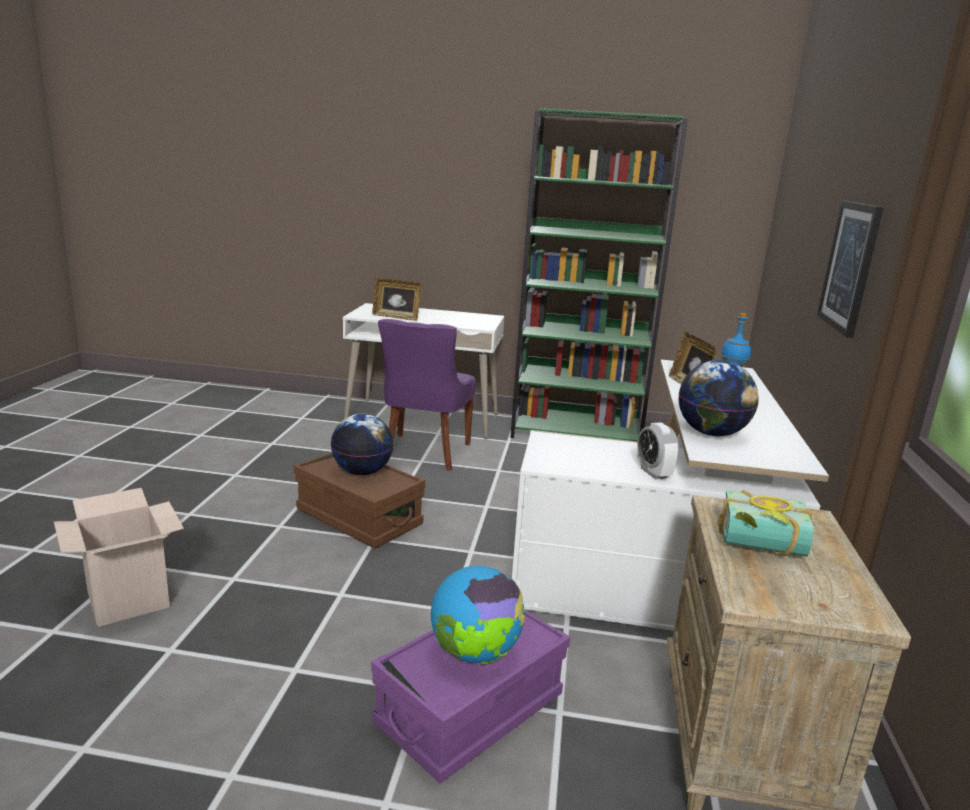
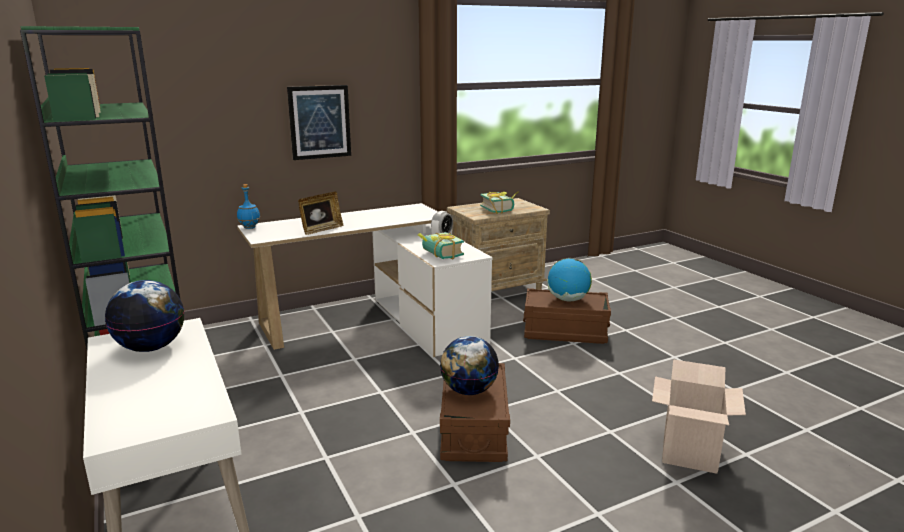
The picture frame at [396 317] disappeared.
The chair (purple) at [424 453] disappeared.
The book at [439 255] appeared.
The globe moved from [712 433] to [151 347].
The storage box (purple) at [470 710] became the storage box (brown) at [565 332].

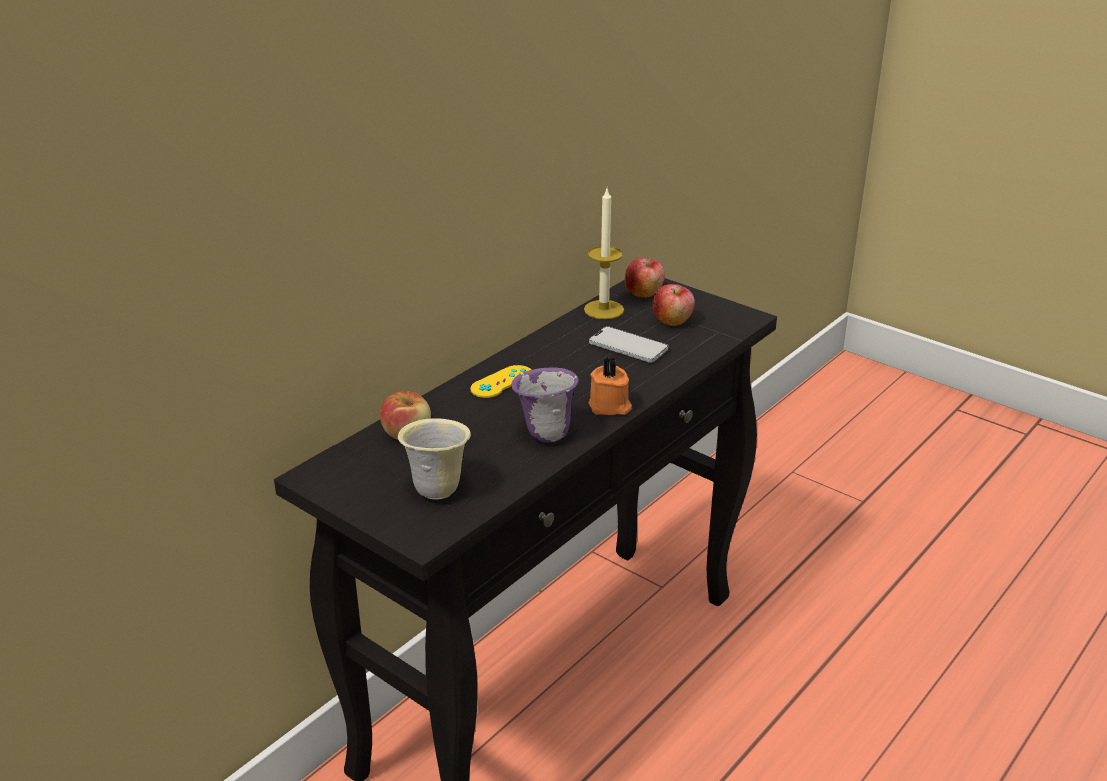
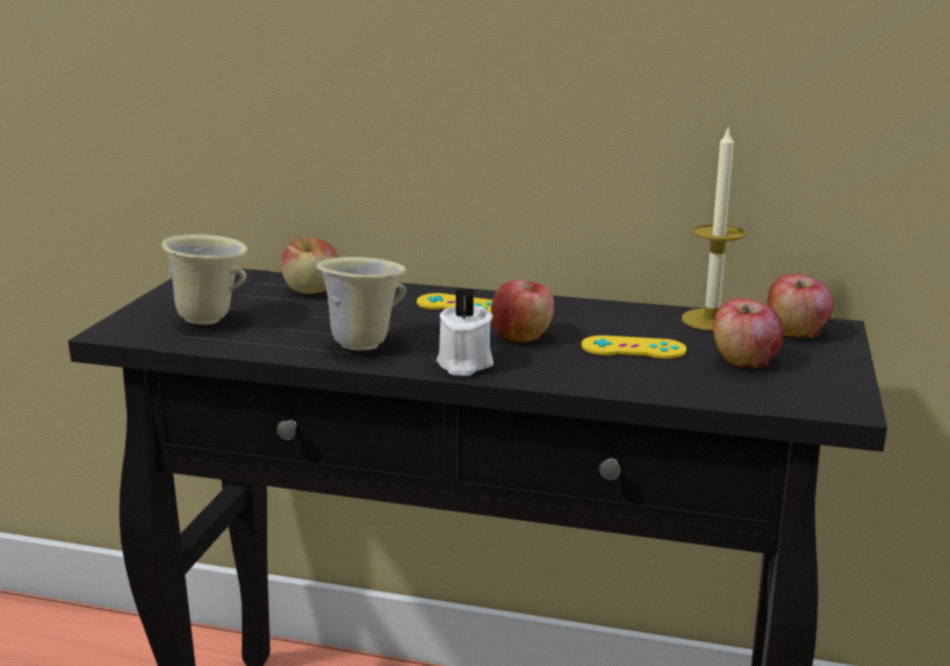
The apple at [522 336] appeared.
The phone at [628 346] was replaced by the game controller (yellow) at [633 348].
The mug (purple) at [544 434] became the mug (beige) at [364 344].
The candle (orange) at [610 407] became the candle (white) at [463 364].

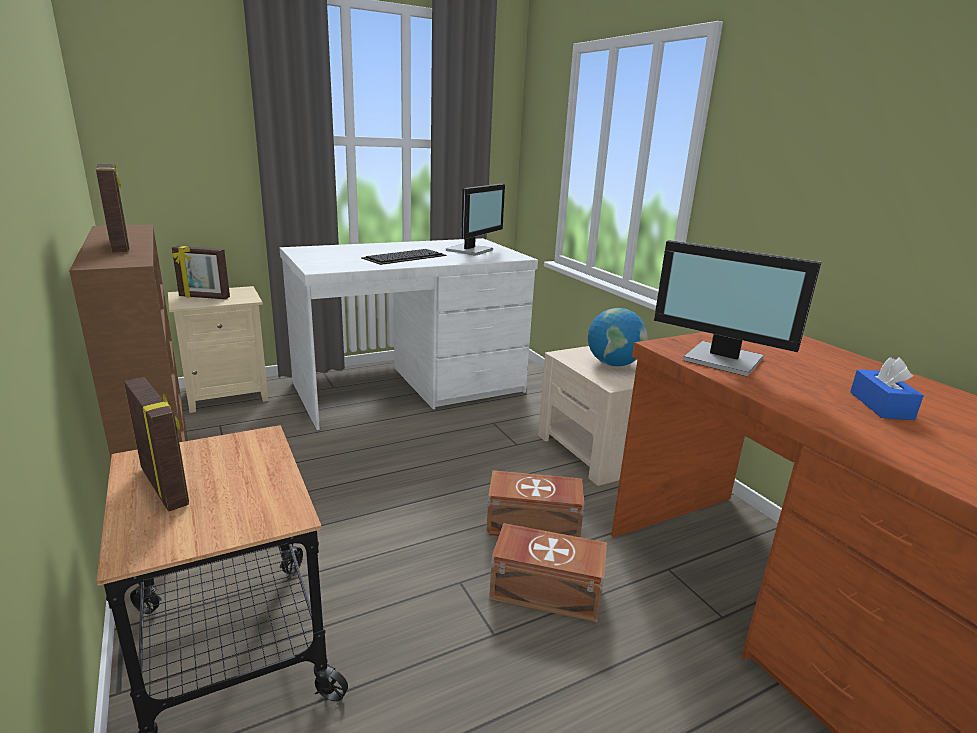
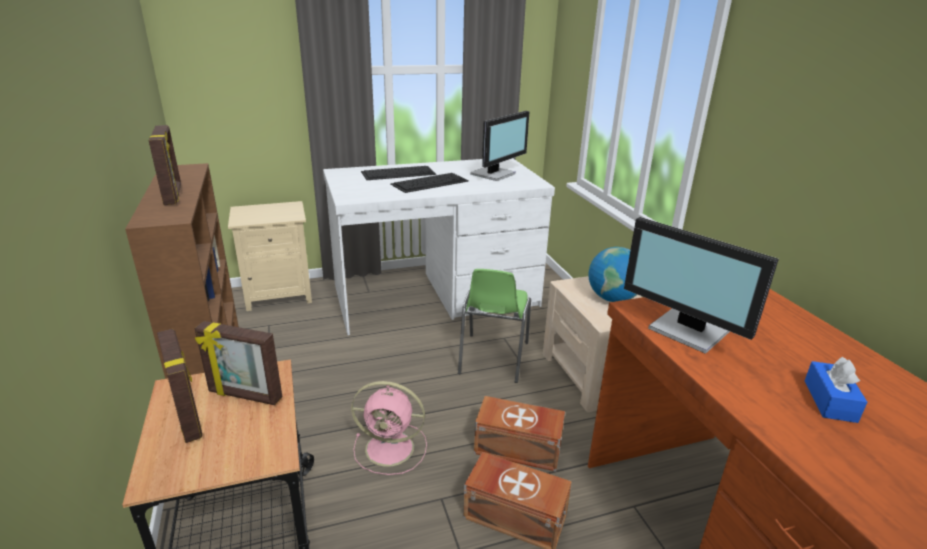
The fan (pink) at [392 448] appeared.
The keyboard at [399 173] appeared.
The chair (green) at [492 358] appeared.
The picture frame moved from [204 297] to [244 396].

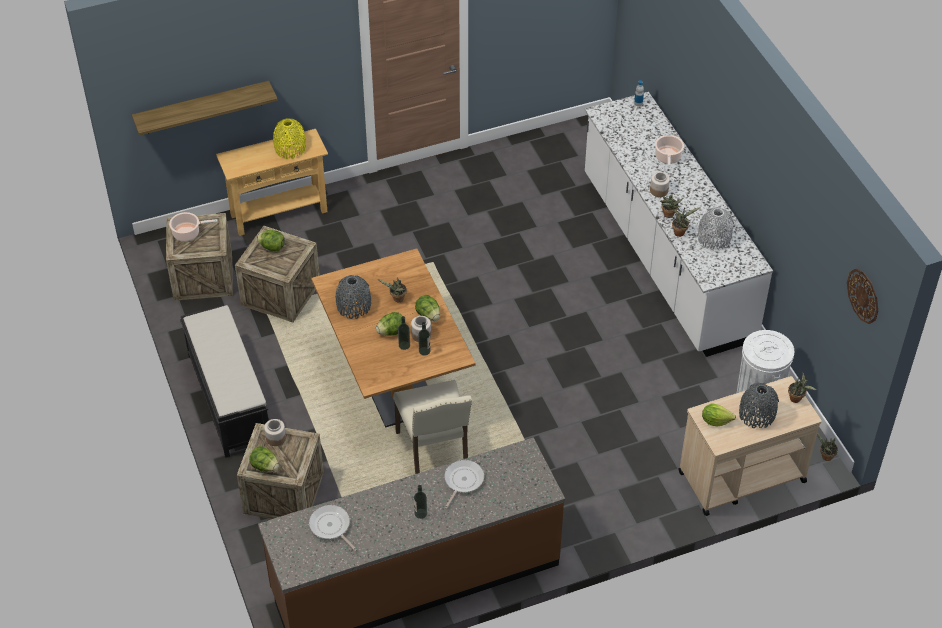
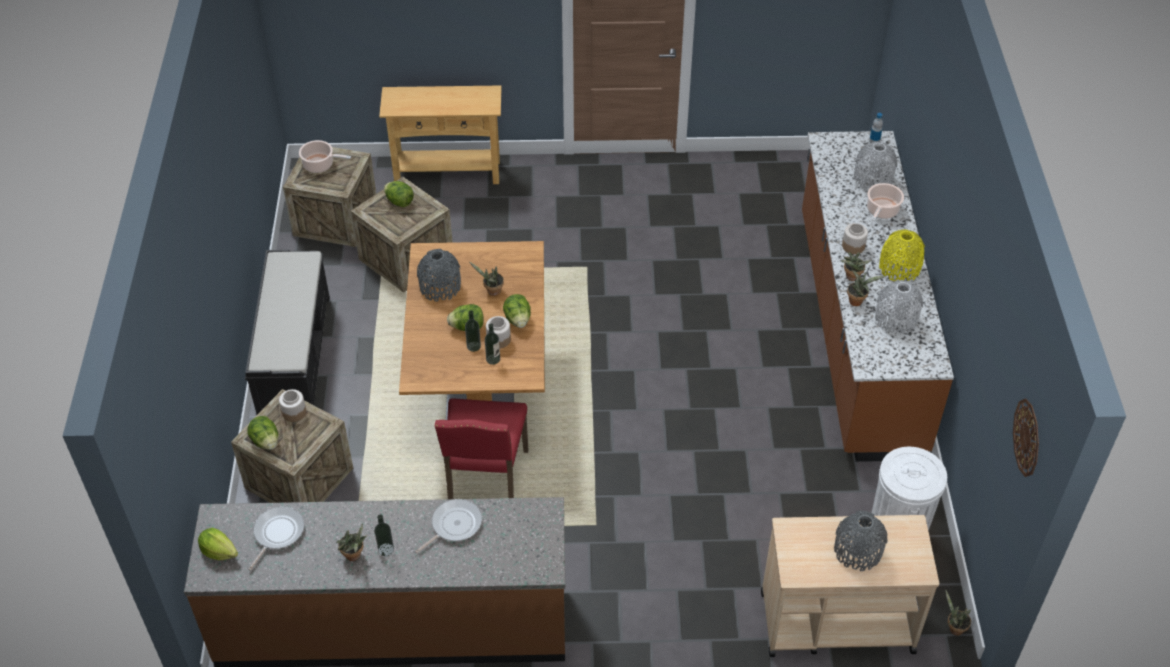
The shelf at [202 108] disappeared.
The vase (grey) at [873 179] appeared.
The vase (yellow) moved from [290 148] to [899 268].
The lettuce moved from [715 421] to [219 551].
The potted plant moved from [797 399] to [354 556].
The chair (beige) at [435 453] became the chair (red) at [485 483].
The counter (white) at [665 257] became the counter (brown) at [857 331].
The frying pan at [331 527] turned 45 degrees clockwise.

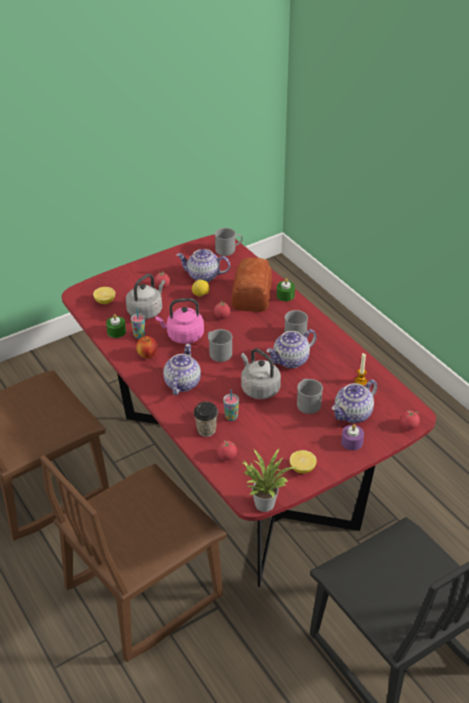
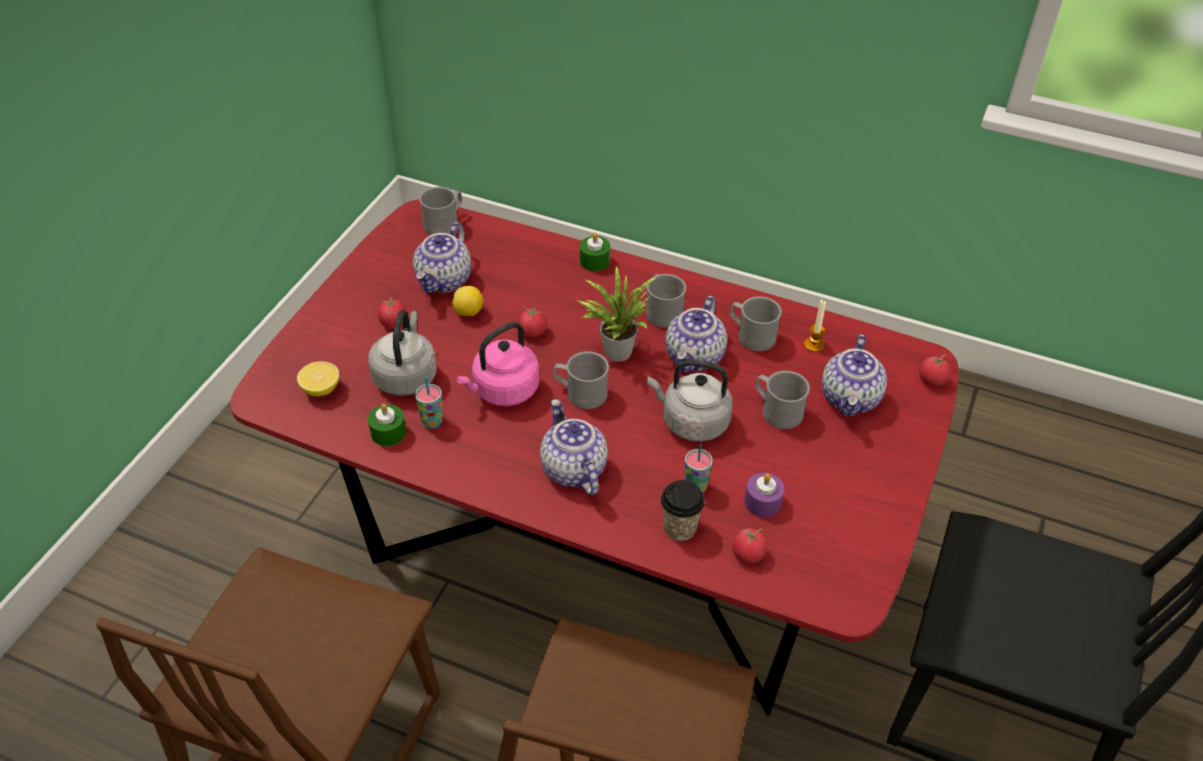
The apple at [147 355] disappeared.
The bread at [253 294] disappeared.
The lemon at [302 468] disappeared.
The mug (grey) at [751 335] appeared.
The potted plant moved from [264 502] to [615 349].
The candle (purple) moved from [352 442] to [762 502].
The teapot at [203 276] turned 45 degrees counterclockwise.

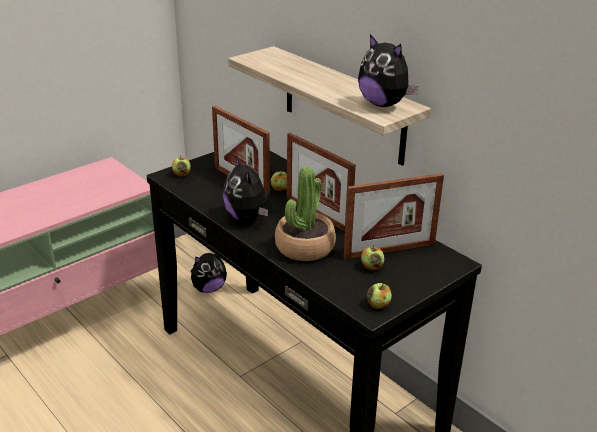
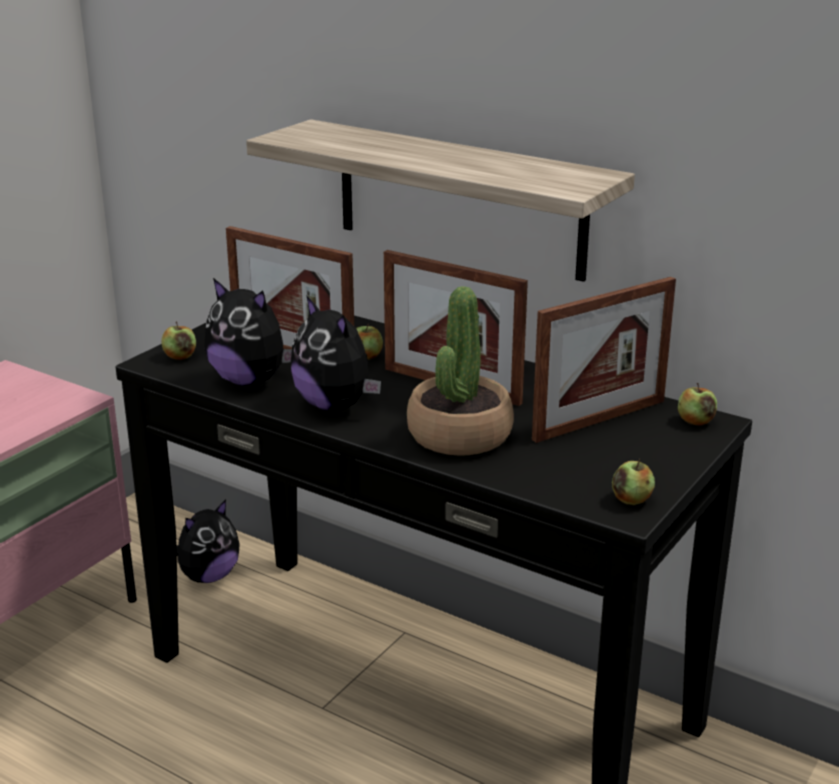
The plush toy moved from [383 104] to [250 380].
The apple moved from [372 267] to [695 421].

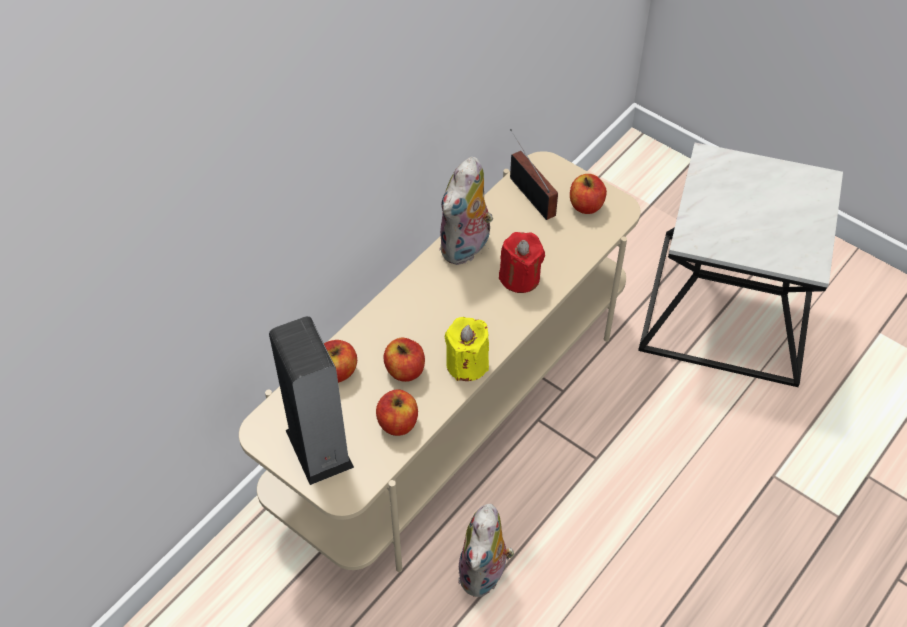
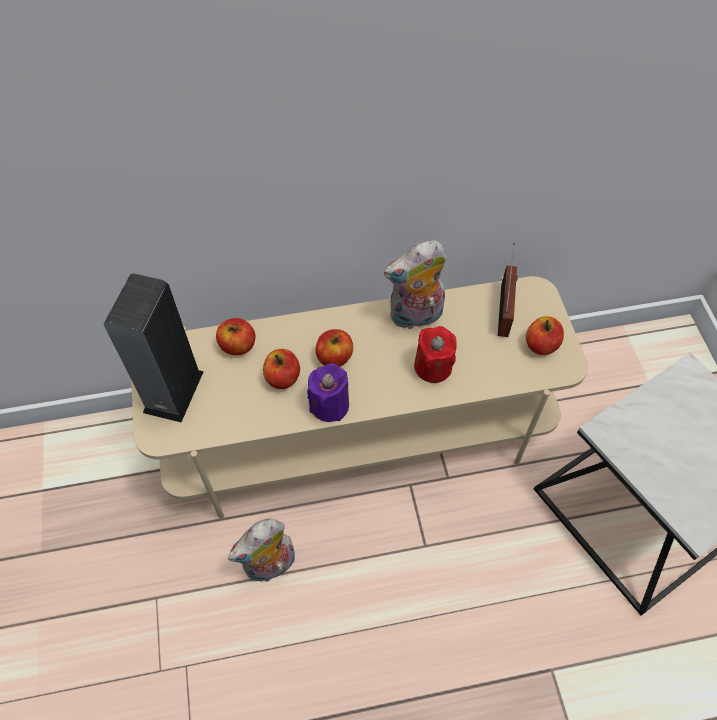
The apple moved from [397 423] to [334 357].
The candle (yellow) at [467 364] became the candle (purple) at [329 405].

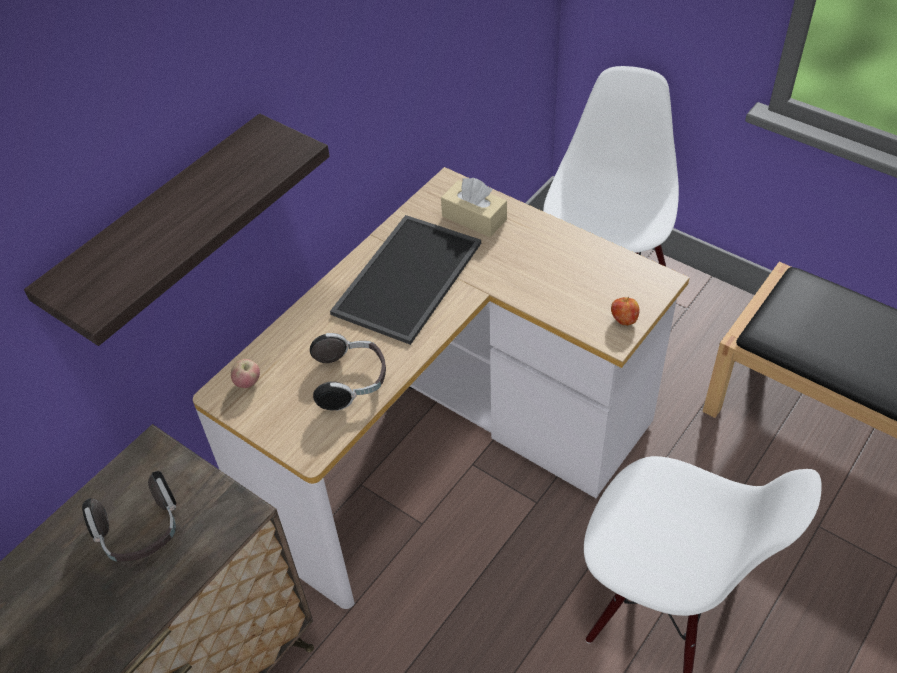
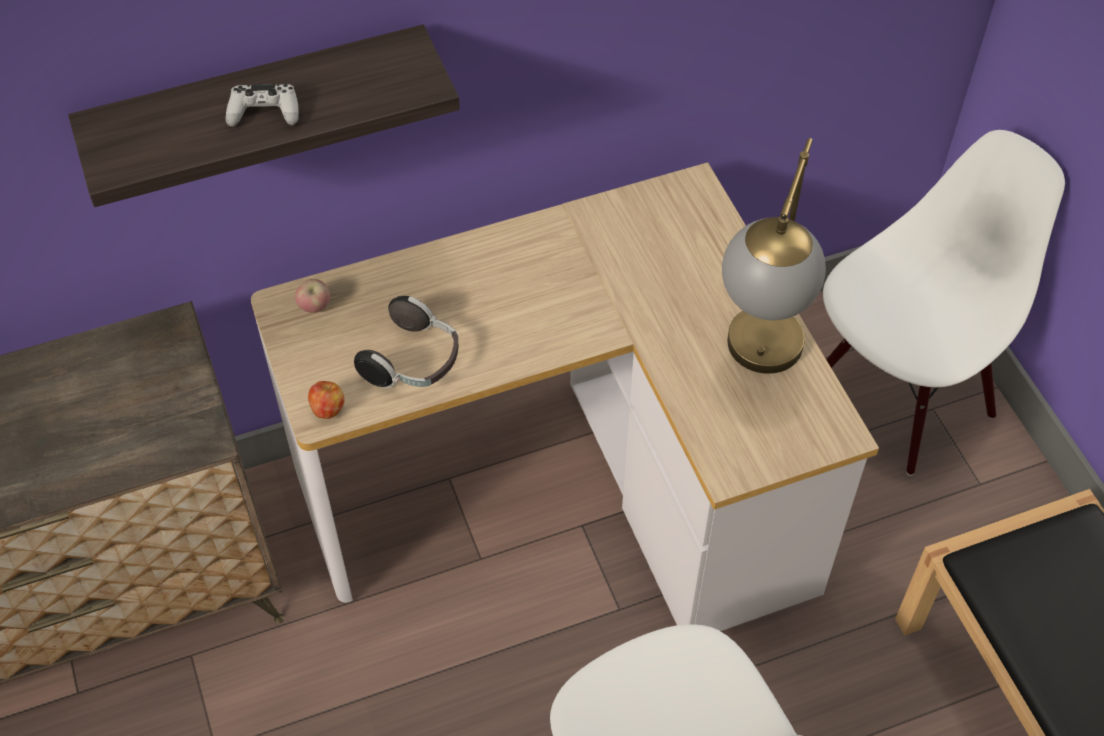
The headphones at [140 532] disappeared.
The tray at [406 276] disappeared.
The tissue box (beige) at [474 218] disappeared.
The game controller (white) at [264 112] appeared.
The table lamp at [758 365] appeared.
The apple moved from [623 320] to [328 409].

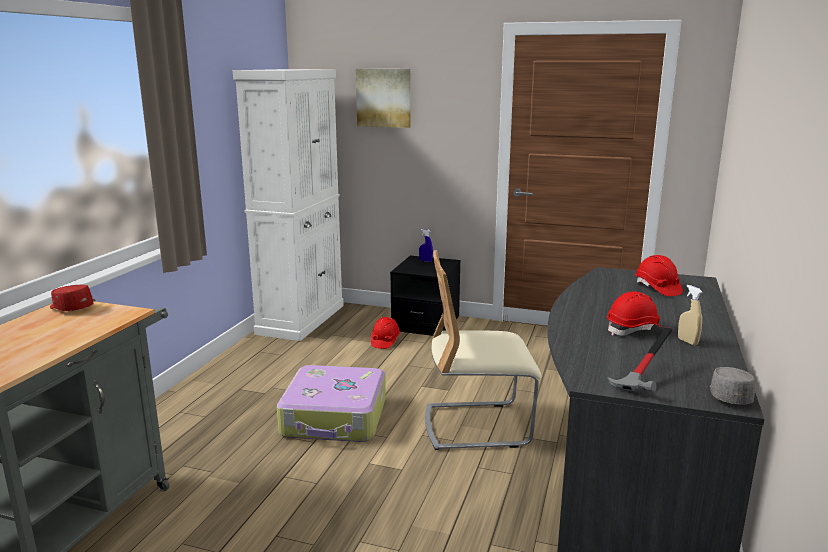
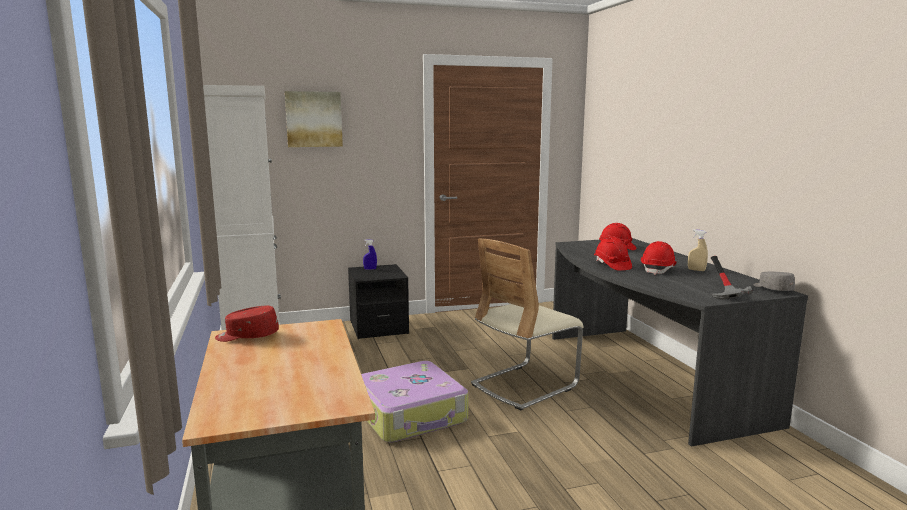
The hard hat (red) moved from [385 341] to [612 265].

